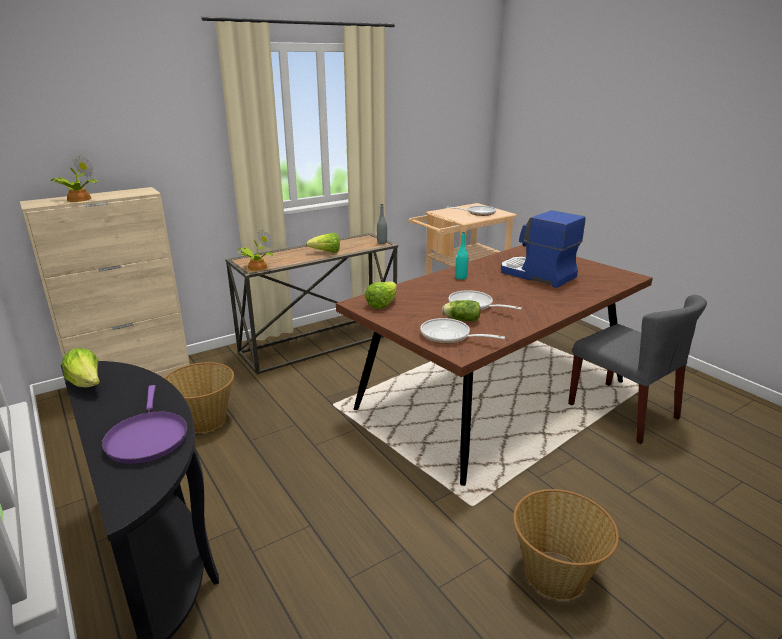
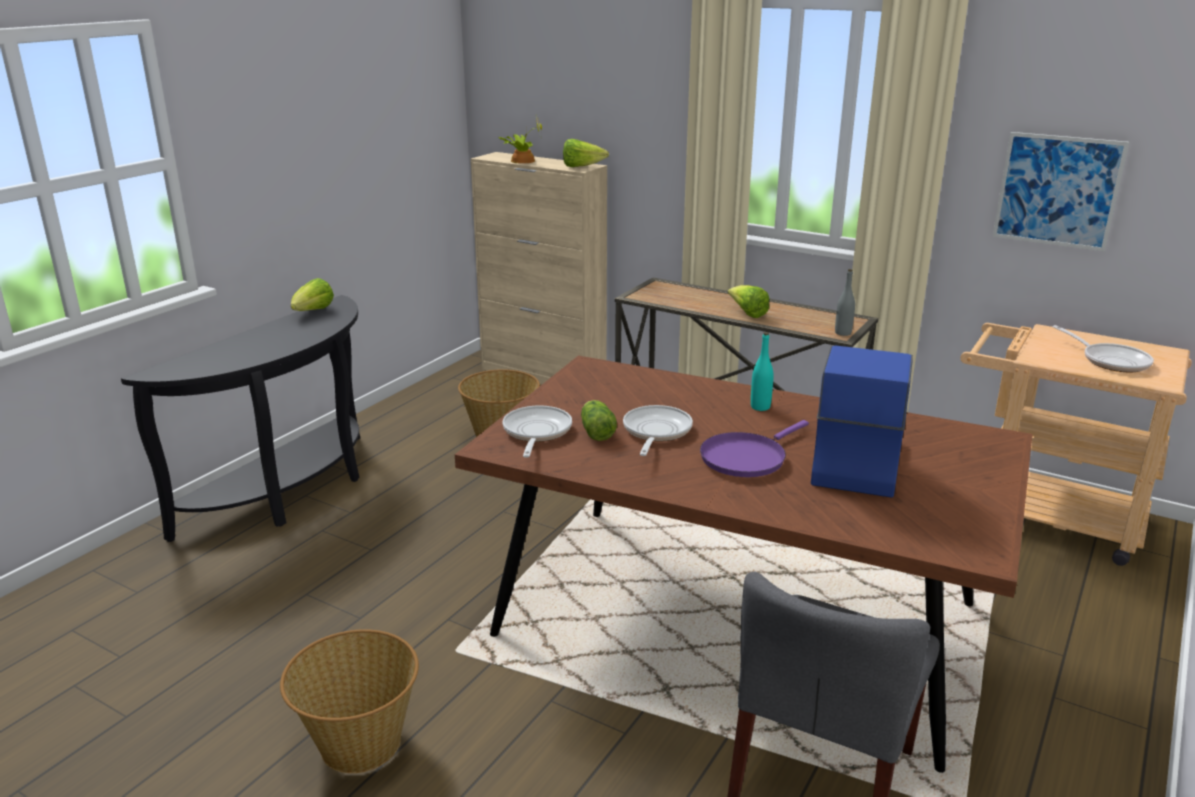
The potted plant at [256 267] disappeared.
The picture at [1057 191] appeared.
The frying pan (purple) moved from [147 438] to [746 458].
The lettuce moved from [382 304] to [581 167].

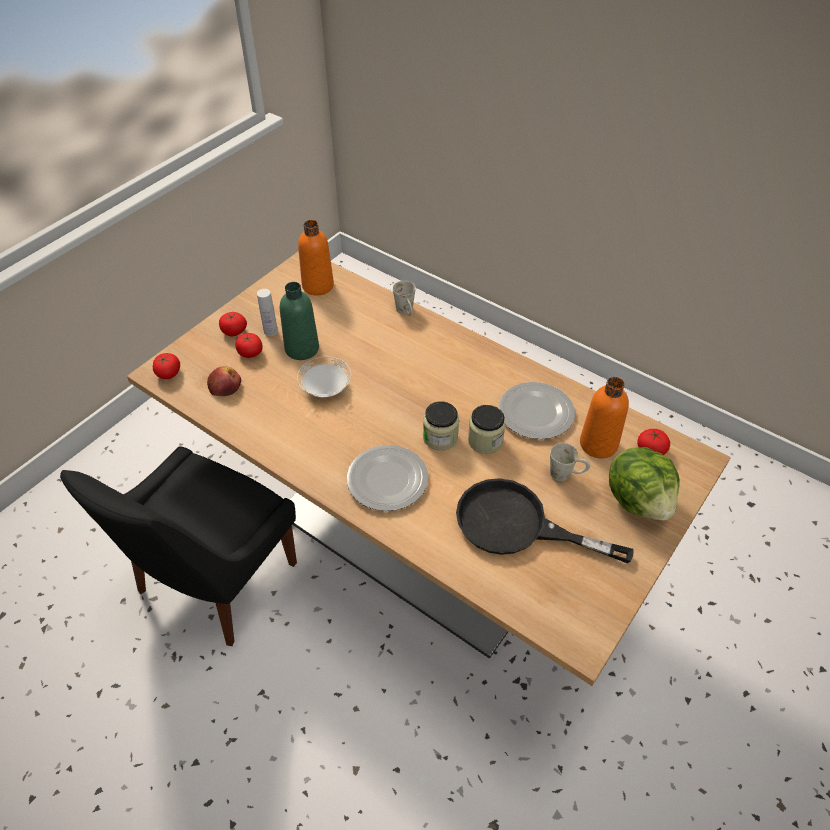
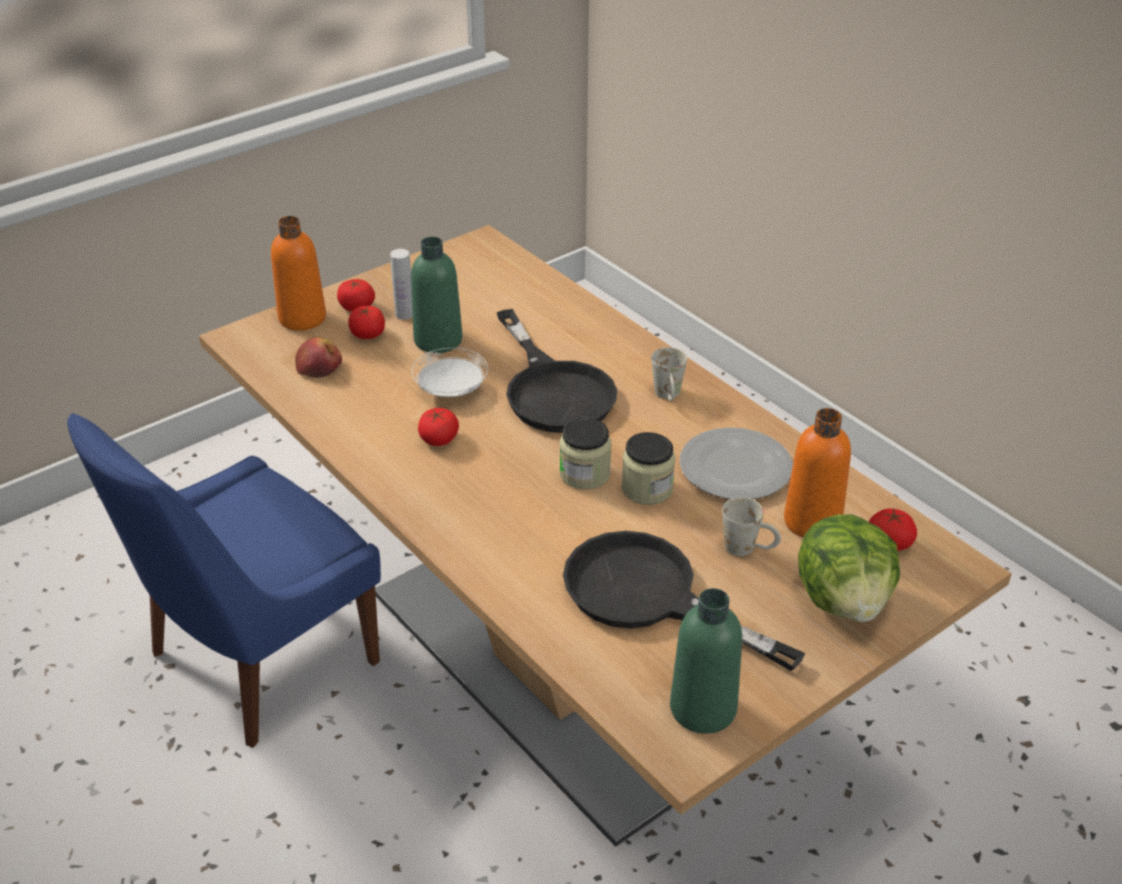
The plate at [388 480] disappeared.
The frying pan (black) at [553 389] appeared.
The bottle (green) at [703 708] appeared.
The tomato moved from [168 373] to [438 439].
The bottle (orange) moved from [318 286] to [302 318].
The mug (white) moved from [406 312] to [668 397].
The chair (black) at [213 582] became the chair (blue) at [256 662].

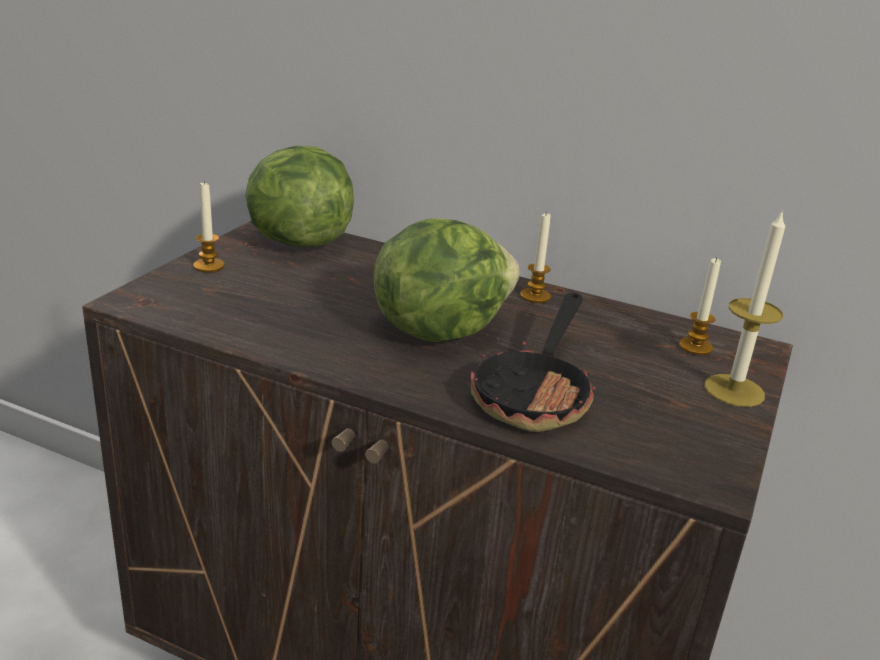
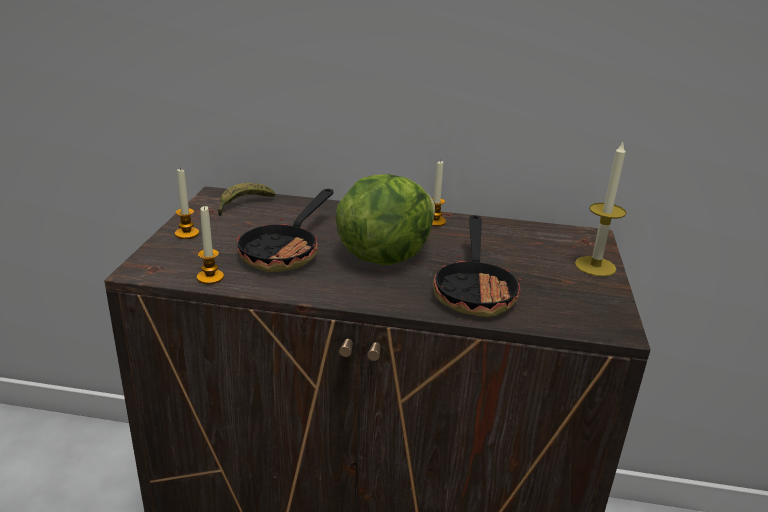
The frying pan at [286 251] appeared.
The candle moved from [695 347] to [210 277].
The lettuce at [297 241] was replaced by the banana at [243 205].

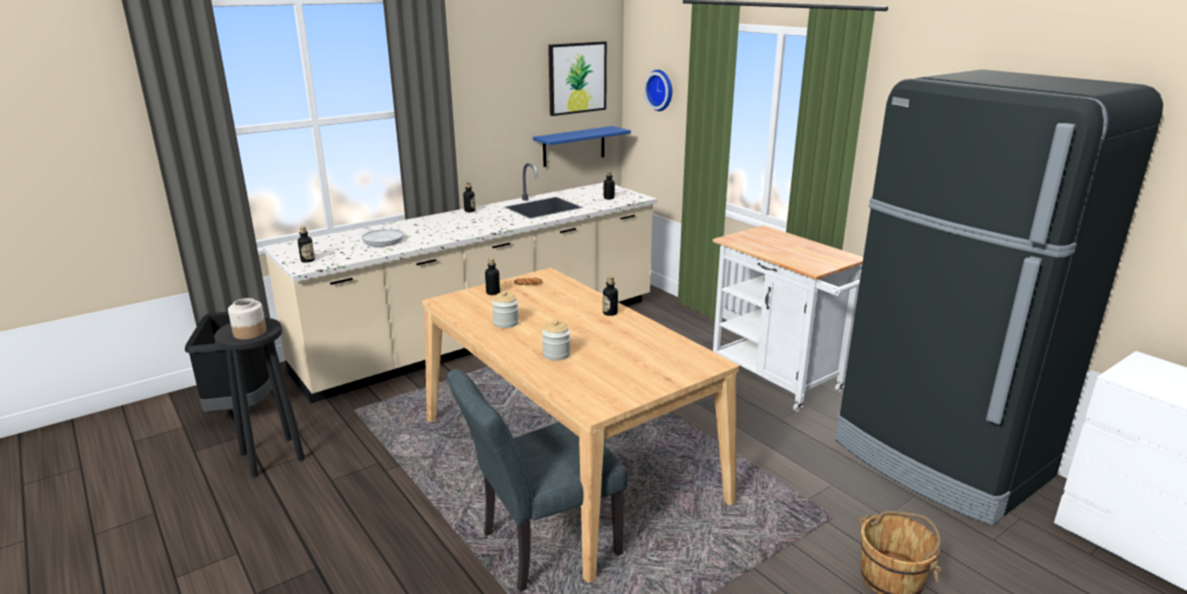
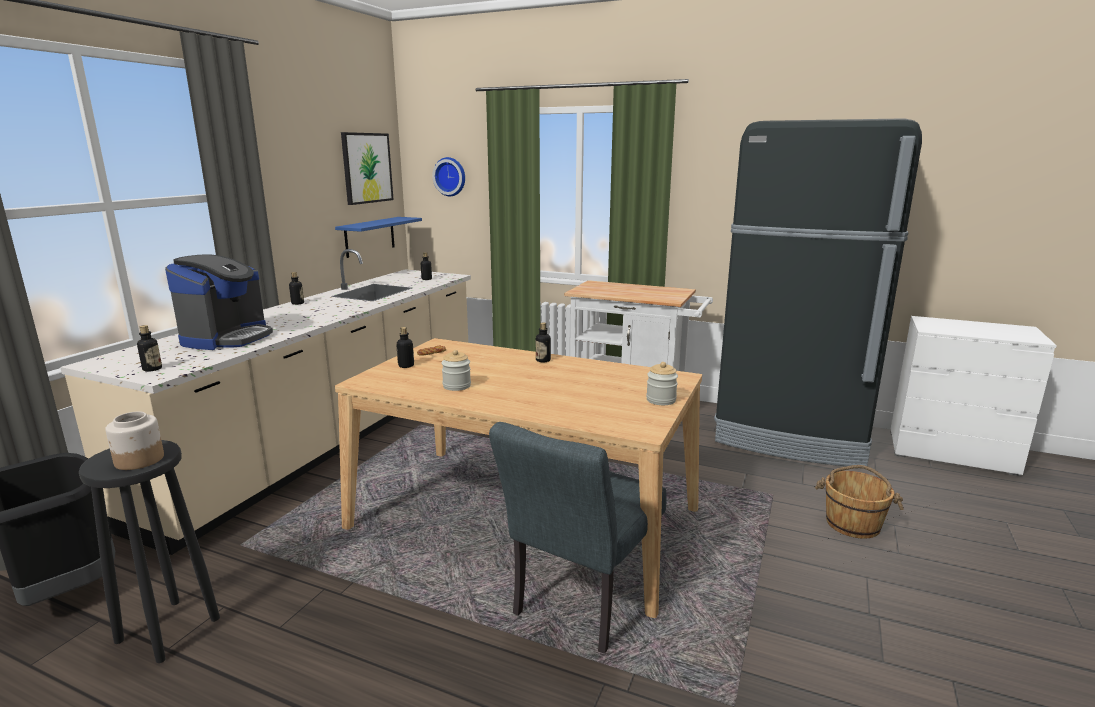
The jar moved from [556 354] to [661 400].
The frying pan at [381 240] was replaced by the coffee machine at [227 338].

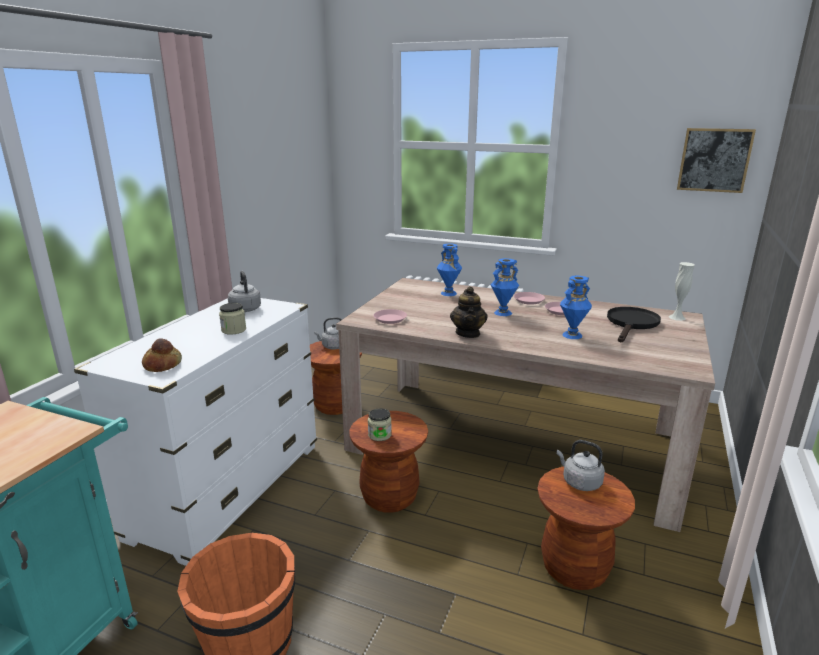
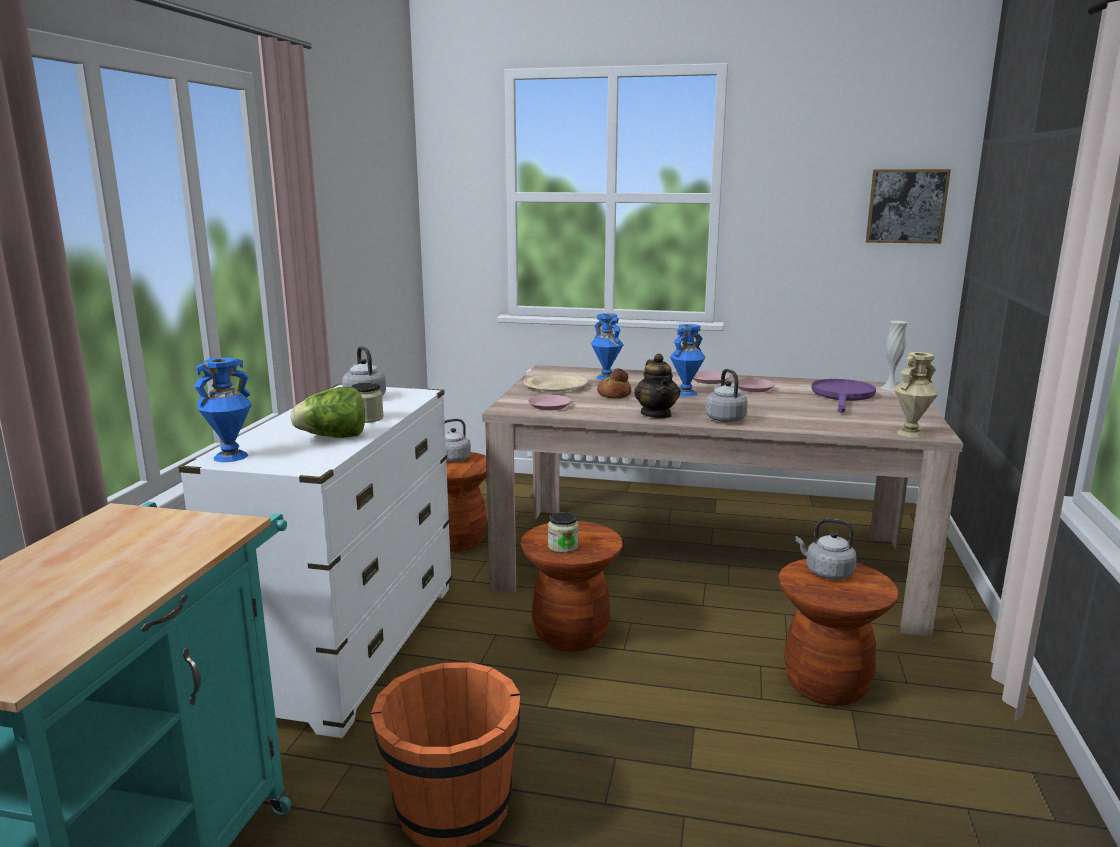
The lettuce at [333 437] appeared.
The plate (beige) at [555 386] appeared.
The kettle (grey) at [724 418] appeared.
The vase (beige) at [911 433] appeared.
The bread moved from [162 365] to [613 394].
The vase (blue) moved from [572 335] to [231 457].
The frying pan (black) at [631 324] became the frying pan (purple) at [843 396].

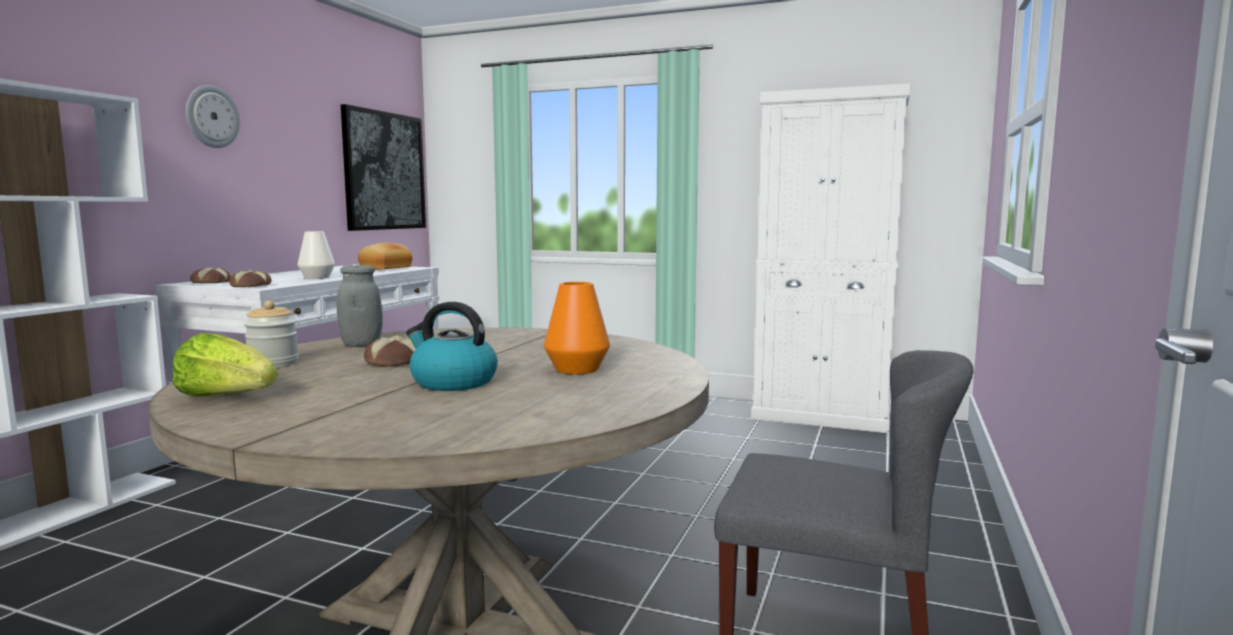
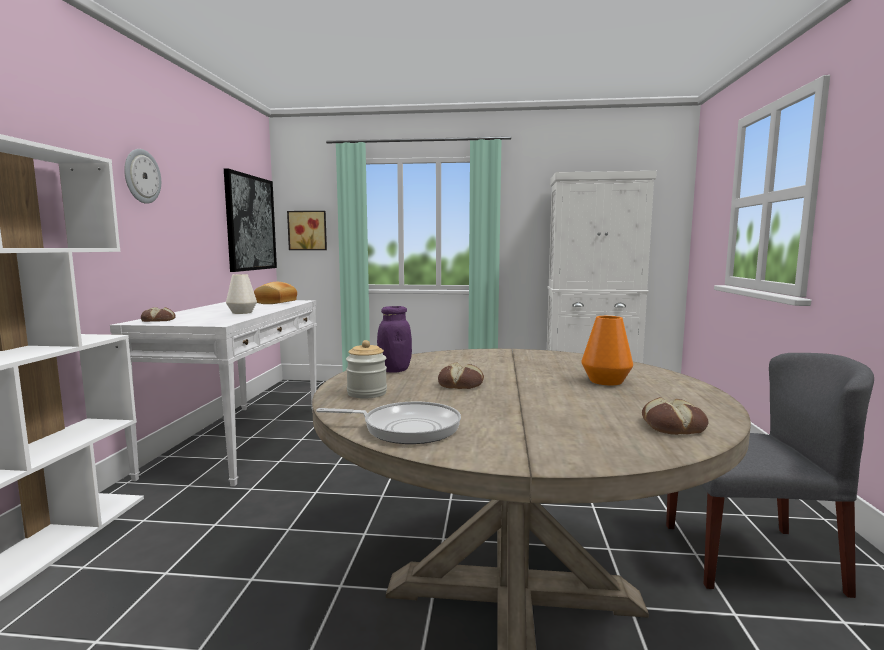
The kettle at [452 382] disappeared.
The picture at [308 230] appeared.
The bread moved from [251 286] to [674 426].
The lettuce at [227 397] was replaced by the frying pan at [405 428].
The jar (grey) at [361 344] became the jar (purple) at [394 370].

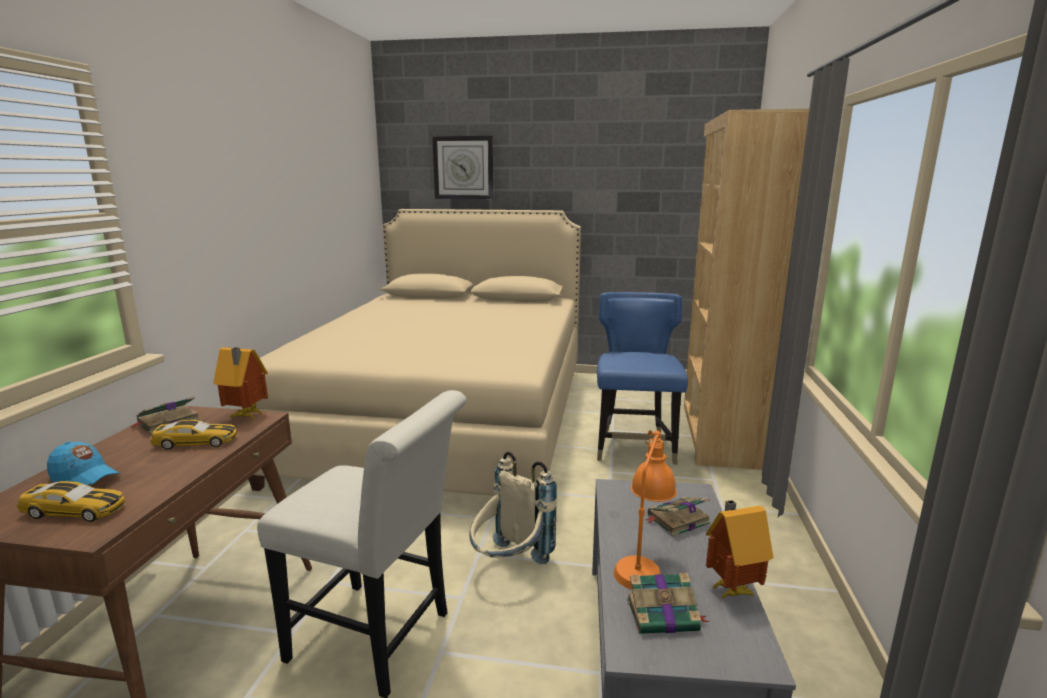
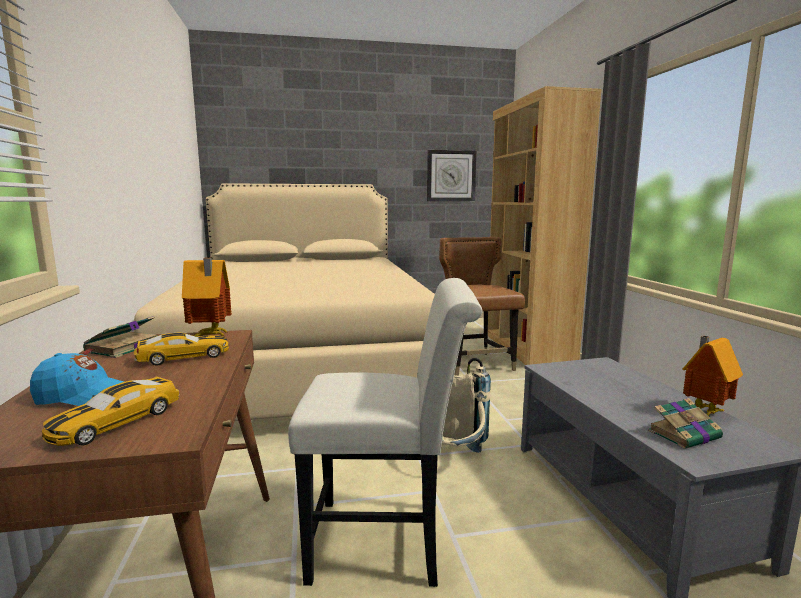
The table lamp (orange) at [642 562] disappeared.
The book at [677 520] disappeared.
The wall clock moved from [463 168] to [451 176].
The chair (blue) at [634 448] became the chair (brown) at [475 364].
The toy car at [75 510] turned 135 degrees clockwise.

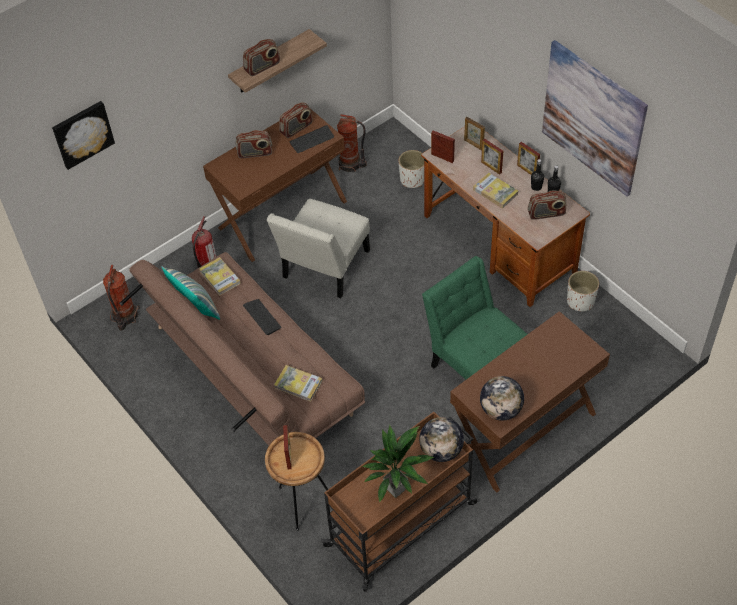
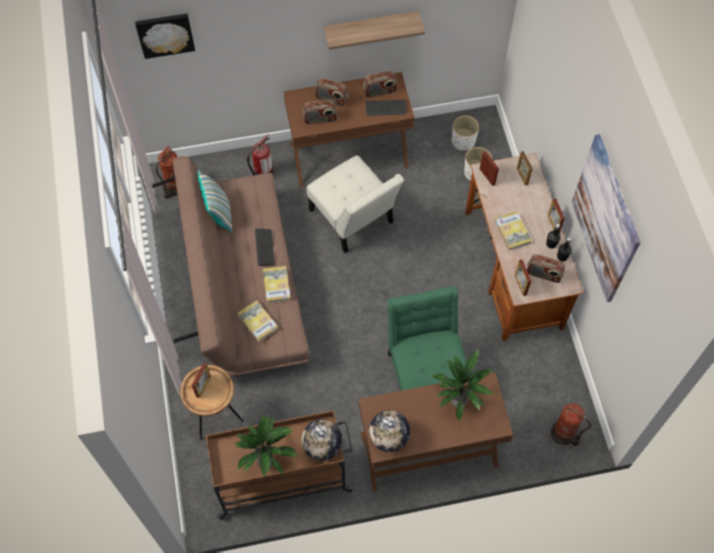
The potted plant at [460 401] appeared.
The book moved from [220 277] to [276 285].
The radio moved from [262 67] to [320 119].
The fire extinguisher moved from [351 164] to [563 434].
The picture frame moved from [491 167] to [520 285].
The planter (white) moved from [580 301] to [463 141].
The chair (white) at [323 268] turned 90 degrees counterclockwise.

